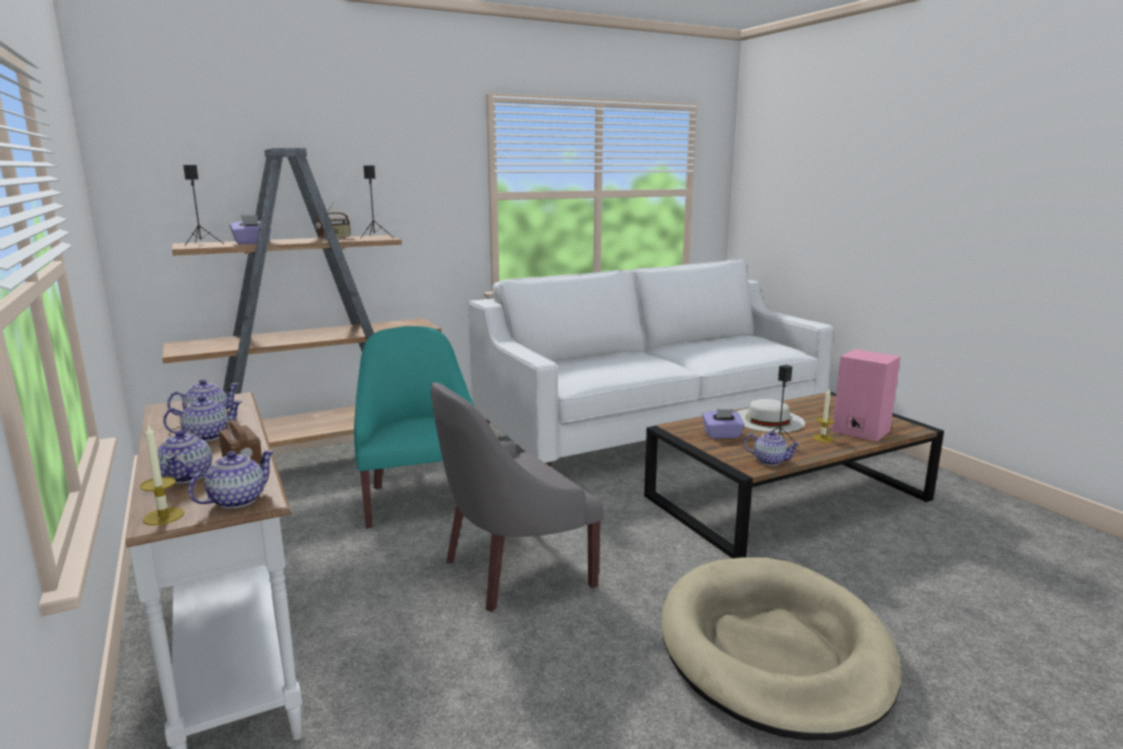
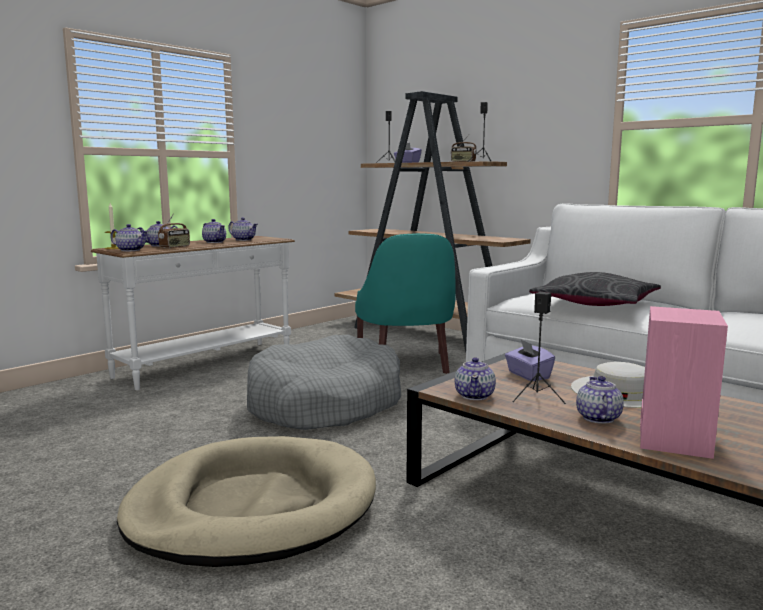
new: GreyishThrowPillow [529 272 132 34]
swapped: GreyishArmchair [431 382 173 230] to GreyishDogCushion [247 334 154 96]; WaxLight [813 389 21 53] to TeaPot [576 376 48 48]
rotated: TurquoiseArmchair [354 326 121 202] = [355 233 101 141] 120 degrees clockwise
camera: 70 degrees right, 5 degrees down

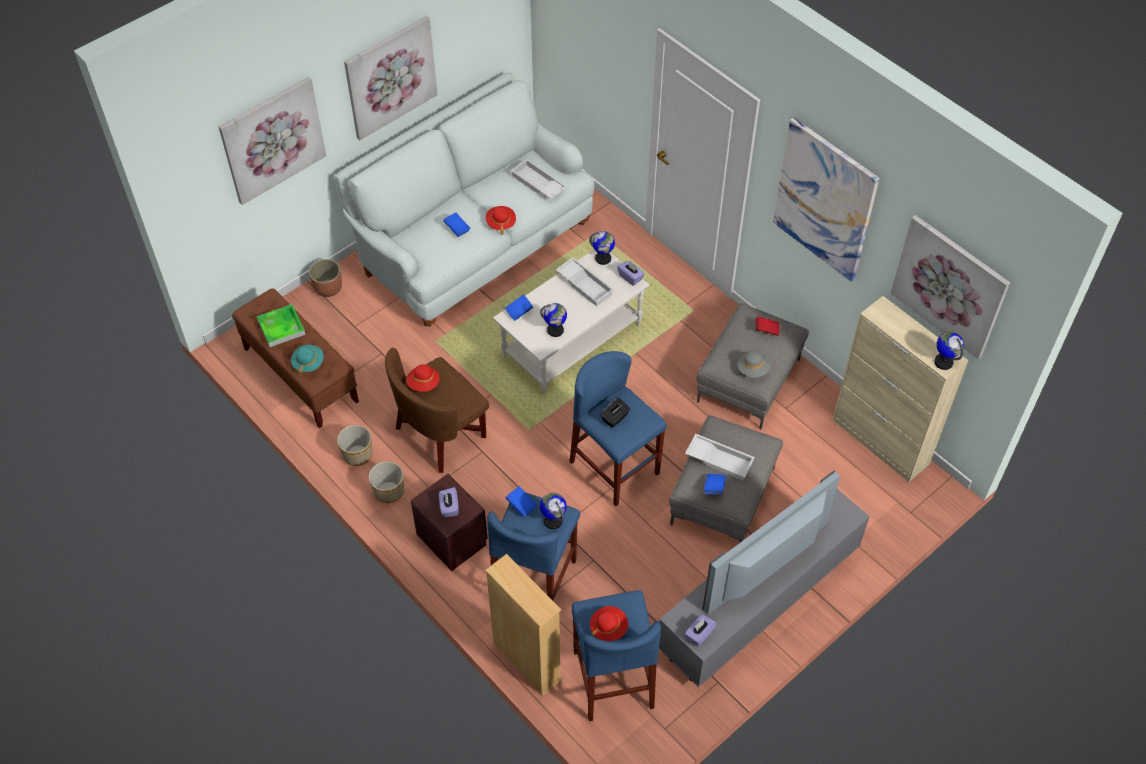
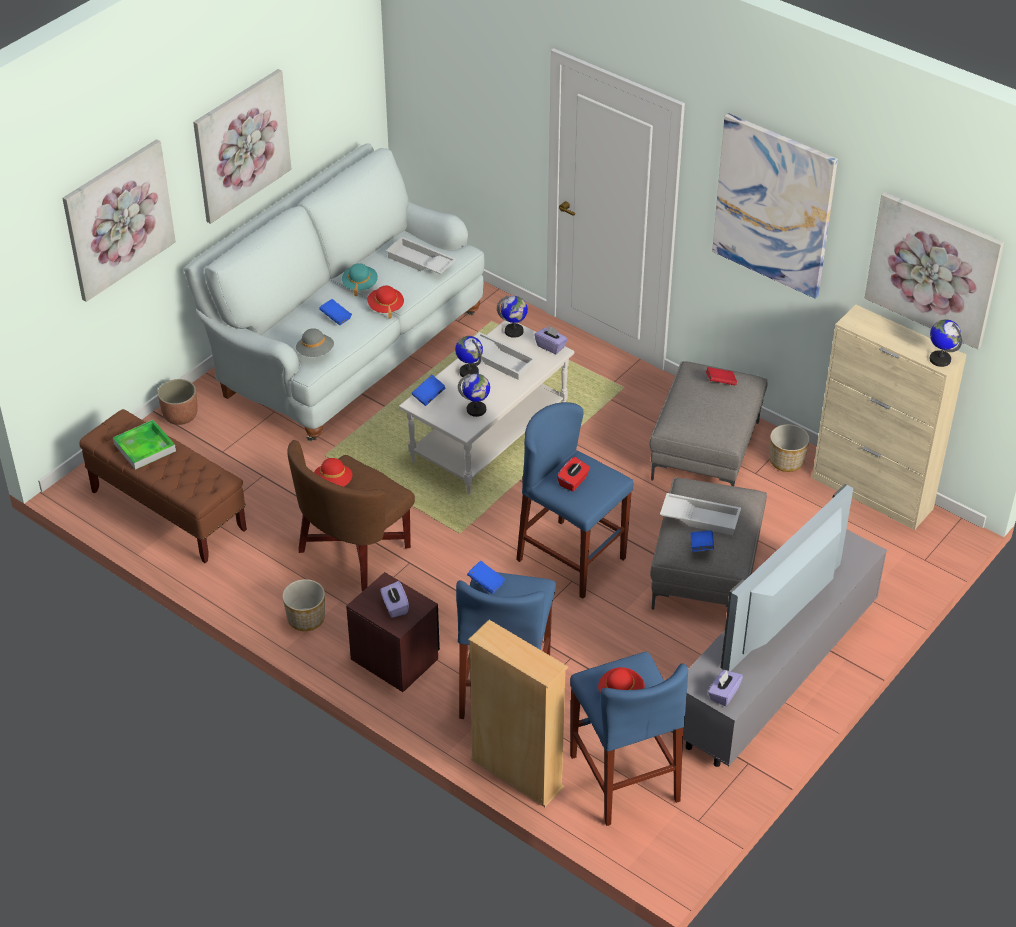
shifted: TurquoiseWearableHat [291 345 33 31] to [342 263 36 34]; GreyishWearableHat [737 351 34 27] to [296 328 38 29]; Planter [337 425 36 41] to [770 424 40 48]; DeskGlobe [540 493 27 36] to [455 336 28 41]
repainted: BlackishTissueHolder [601 398 29 30] to RedTissueHolder [557 457 33 35]
camera: 10 degrees left, 10 degrees down

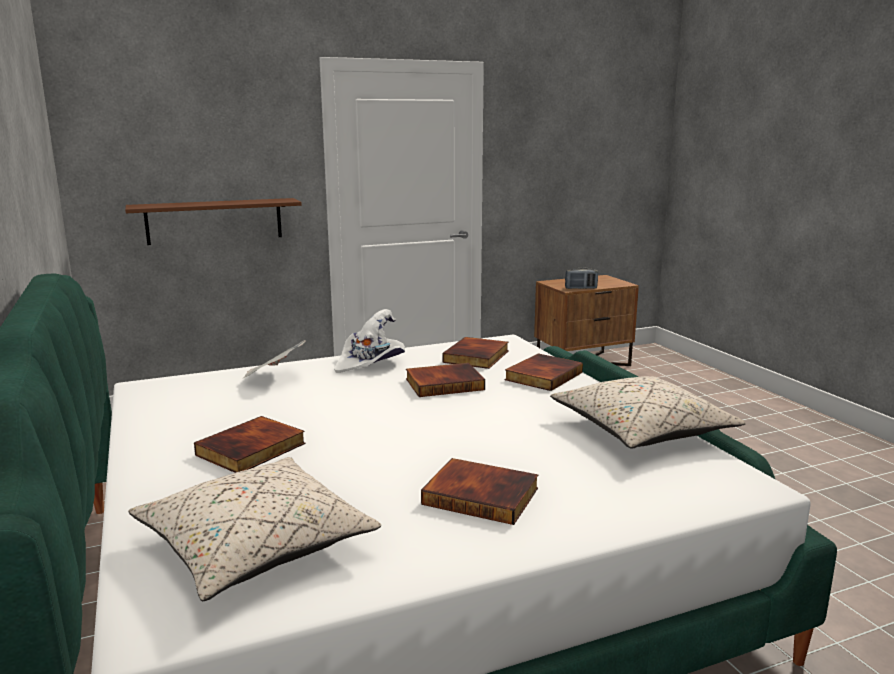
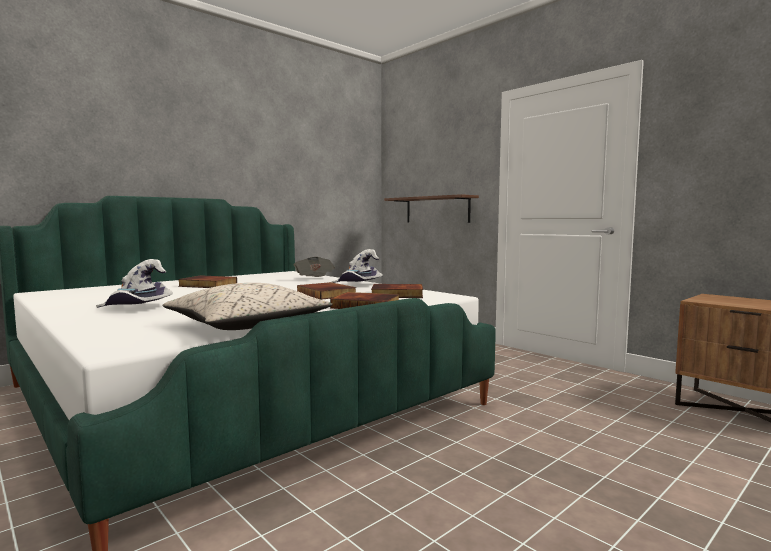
gone: RadioReceiver [565 268 33 21]; SandColouredThrowPillow [128 457 253 144]
swapped: BoundBook [421 458 117 67] to WhitishWearableHat [96 259 77 49]
camera: 70 degrees right, 10 degrees down

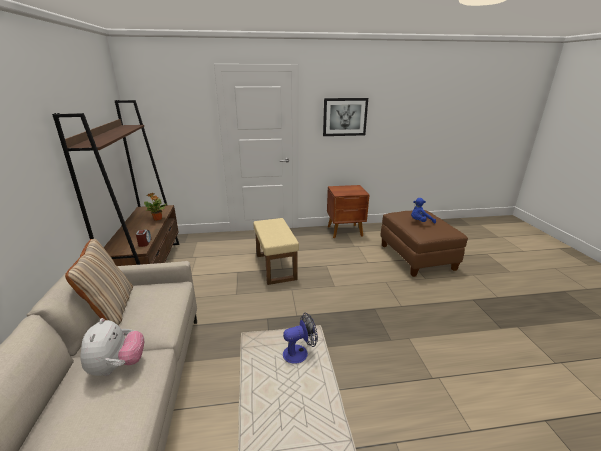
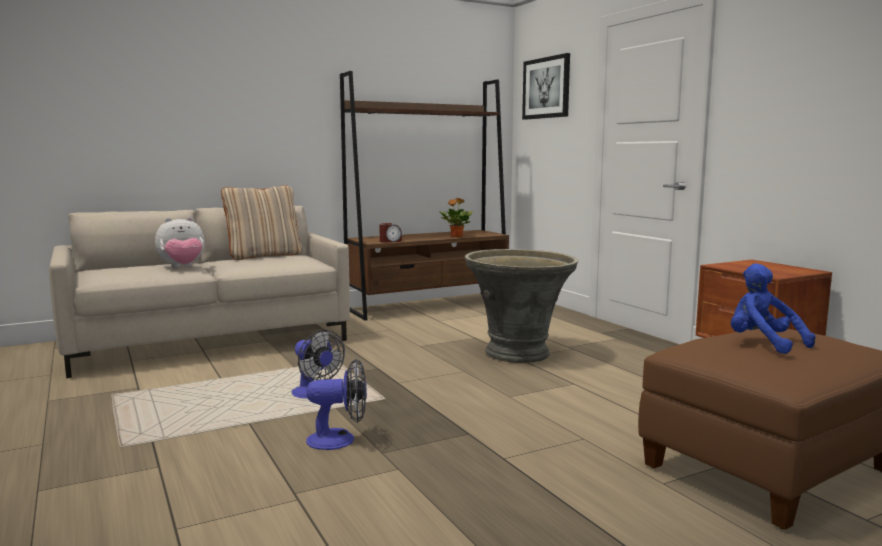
new: Fan [306 359 61 91]
shifted: Picture [323 98 45 38] to [522 53 48 67]
swapped: SandColouredOttoman [253 218 46 67] to GreyishPlanter [465 249 113 114]
camera: 70 degrees right, 15 degrees down

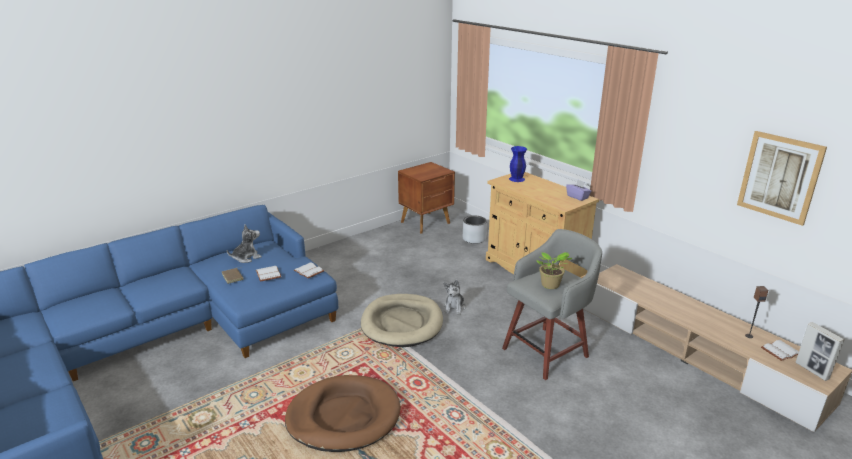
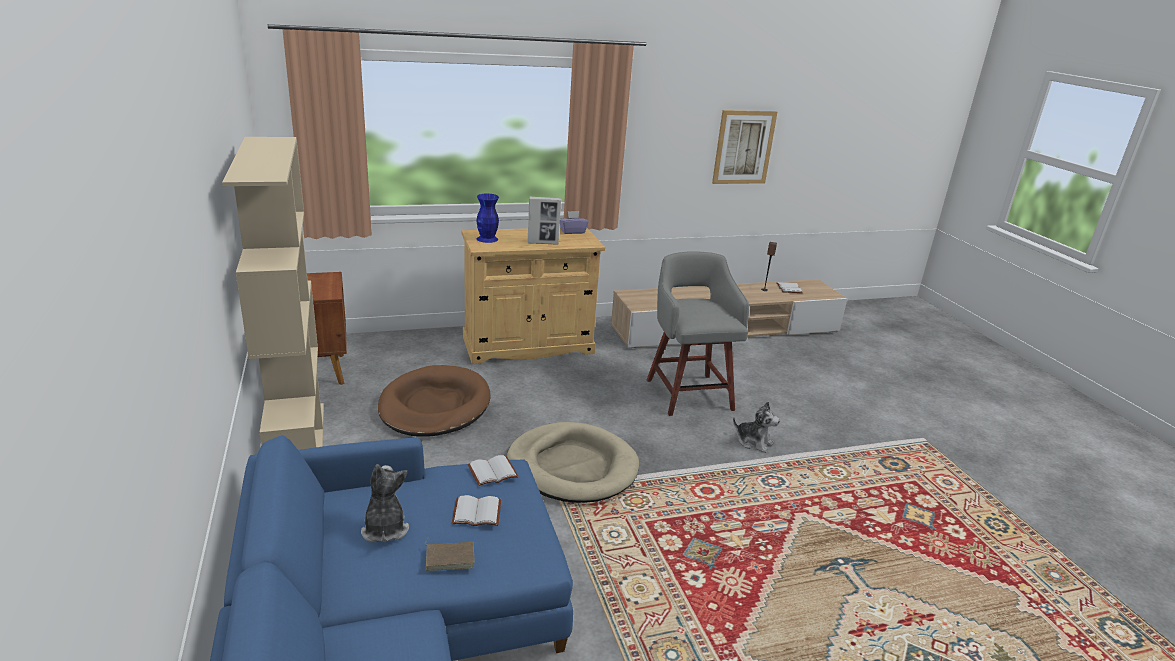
gone: GreyishPlanter [463 215 24 29]; PlantInAPot [536 252 37 37]
new: SandColouredShelvingUnit [222 137 102 313]
shifted: PlushToy [443 280 23 35] to [733 401 47 52]; StandingFrame [795 322 50 59] to [528 196 33 49]; BrownishDogCushion [285 375 116 77] to [378 365 113 72]
camera: 70 degrees left, 0 degrees up

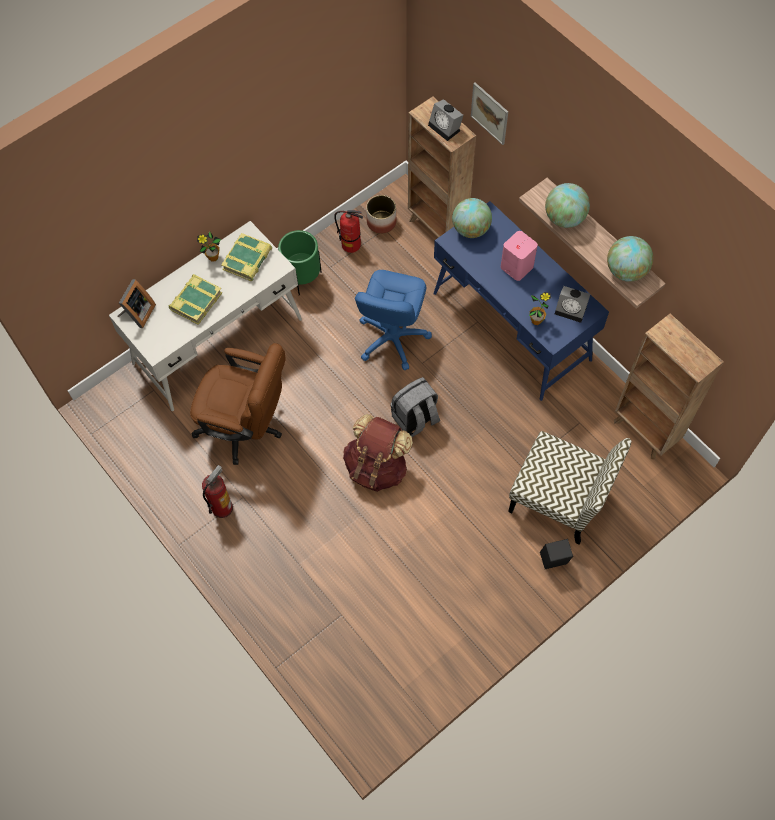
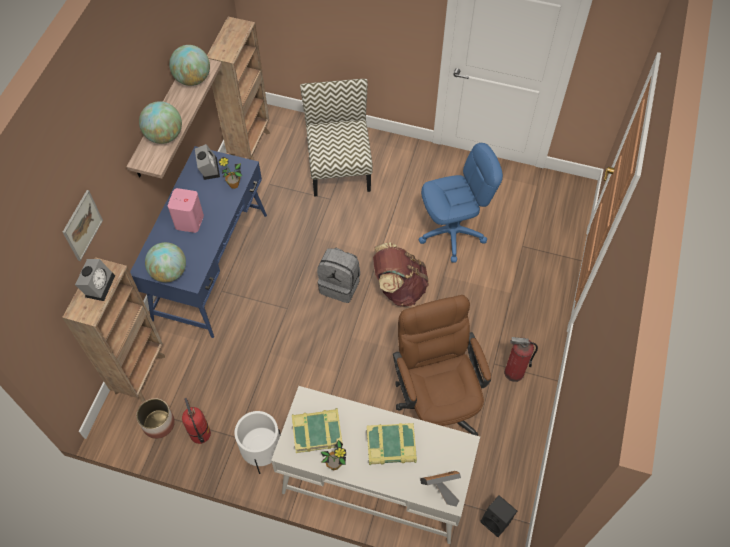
shifted: BlueComputerChair [355 270 77 100] to [419 143 84 120]; BlackishAudioSpeaker [540 539 33 30] to [480 495 37 42]
repainted: GreenPlanter [278 230 44 66] to WhitishPlanter [234 411 47 63]
camera: 125 degrees left, 5 degrees down

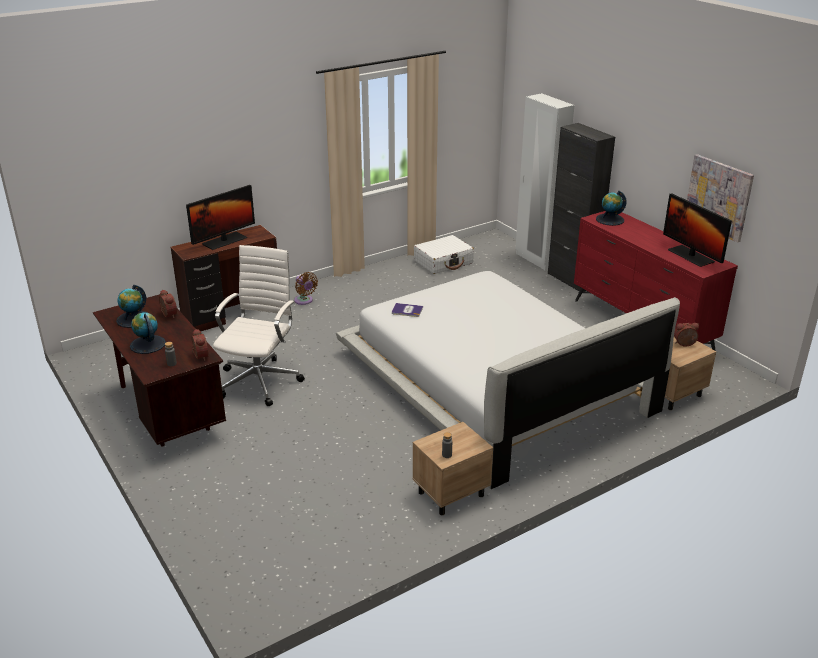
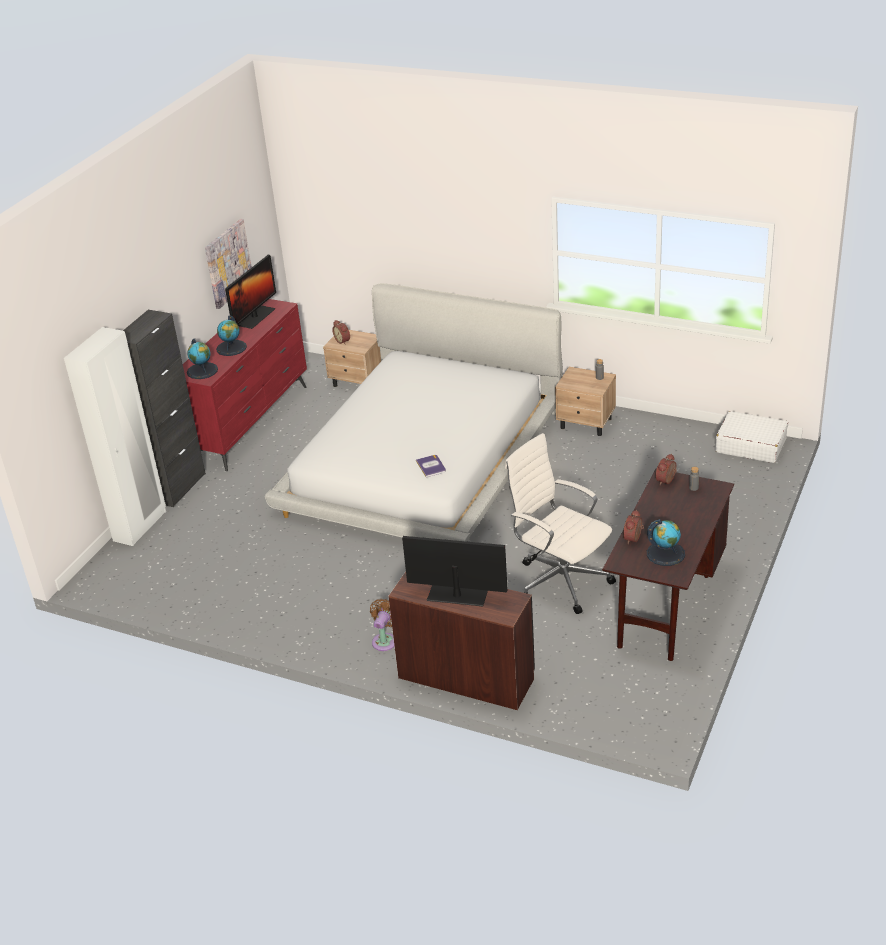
shifted: WhitishTravelCase [414 235 60 39] to [716 411 72 52]; DeskGlobe [130 312 36 42] to [216 316 31 40]
rotated: WhitishComputerChair [213 245 92 161] = [505 433 111 181] 60 degrees clockwise
camera: 120 degrees left, 5 degrees up

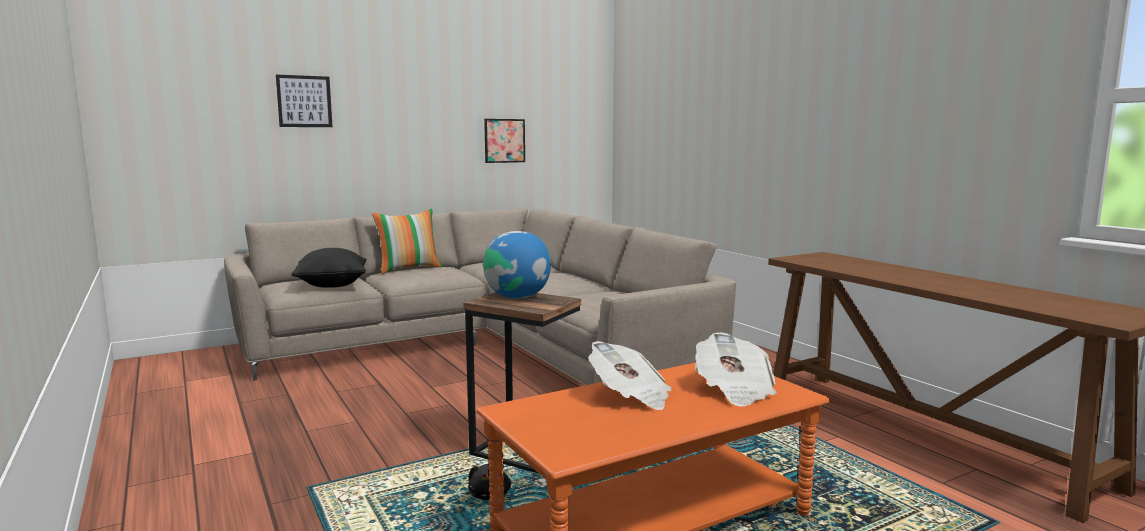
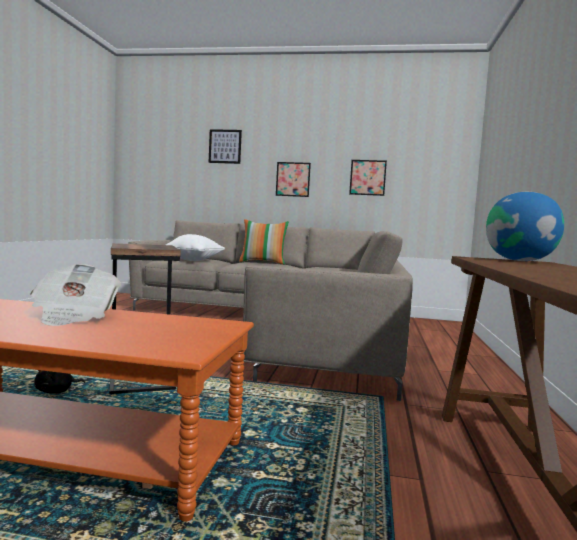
gone: DailyPaper [695 333 82 74]
new: Picture [276 162 35 35]
shifted: DeskGlobe [483 231 68 68] to [486 192 78 69]
repainted: BlackishThrowPillow [291 248 75 40] to WhitishThrowPillow [166 234 59 27]
camera: 40 degrees right, 5 degrees down

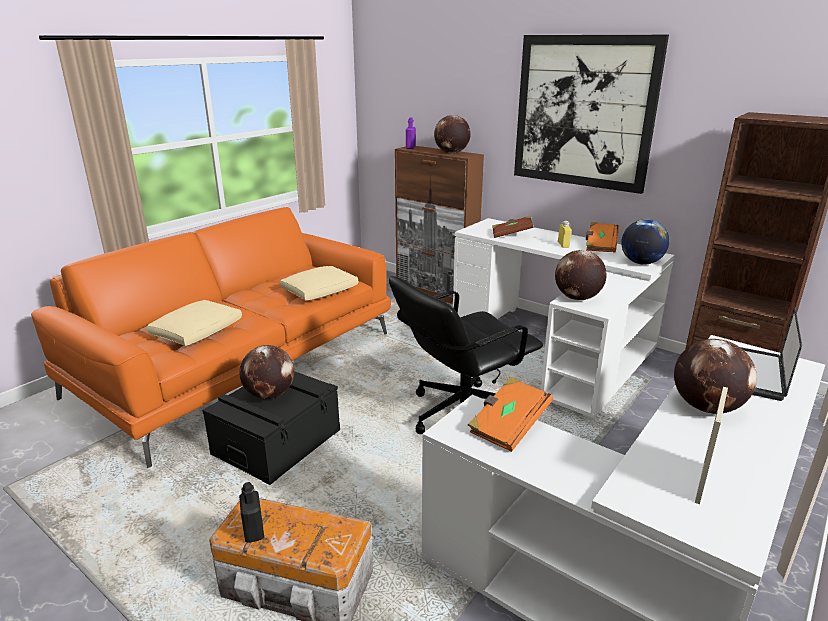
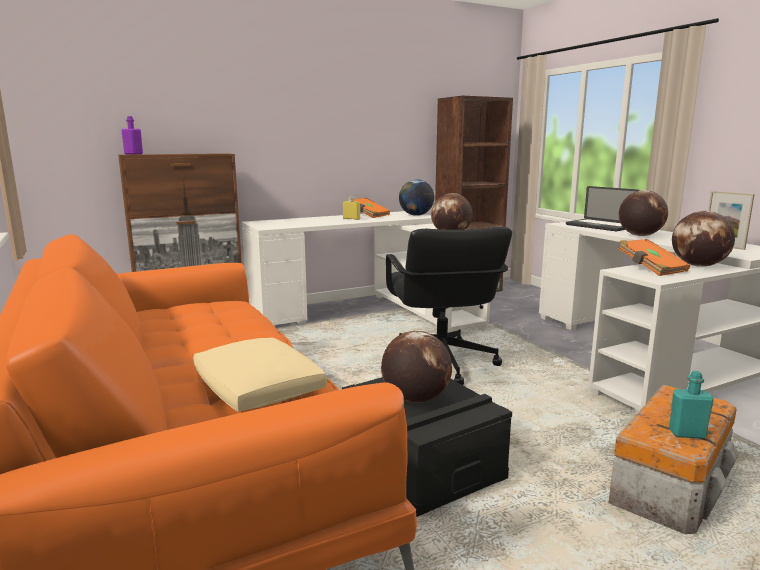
gone: Picture [514 35 155 159]; BrownishBoundBook [492 215 42 23]; SandColouredThrowPillow [280 266 78 35]
shifted: DeskGlobe [434 115 37 39] to [672 211 63 56]
repainted: BlackishBeverageBottle [239 482 25 61] to TurquoiseBeverageBottle [669 371 45 68]
camera: 65 degrees left, 10 degrees down

